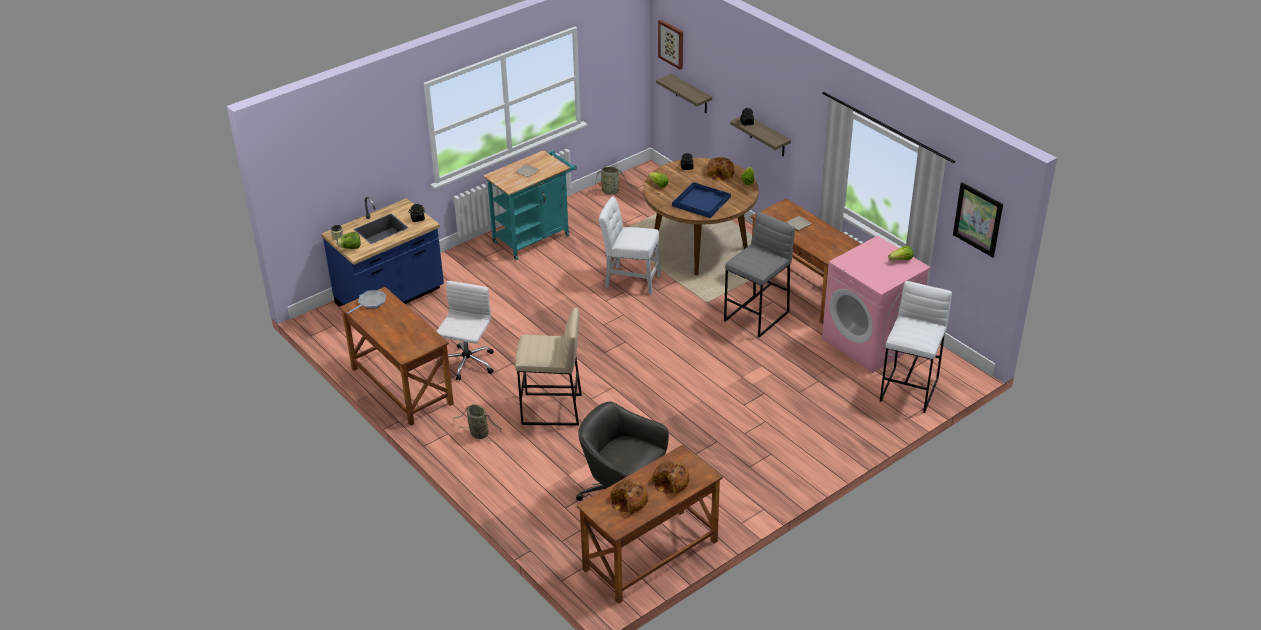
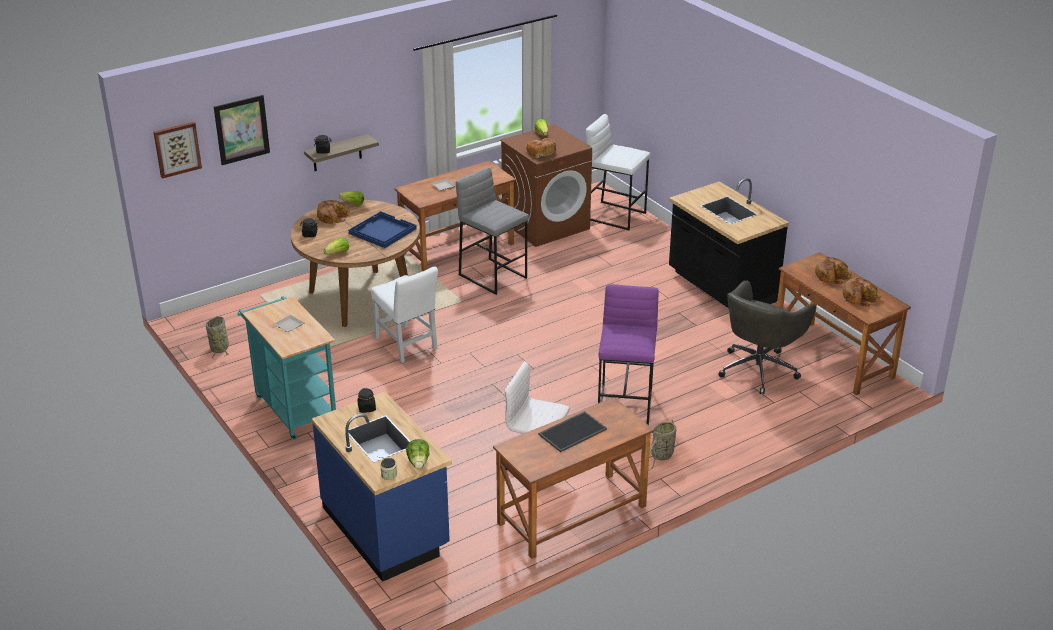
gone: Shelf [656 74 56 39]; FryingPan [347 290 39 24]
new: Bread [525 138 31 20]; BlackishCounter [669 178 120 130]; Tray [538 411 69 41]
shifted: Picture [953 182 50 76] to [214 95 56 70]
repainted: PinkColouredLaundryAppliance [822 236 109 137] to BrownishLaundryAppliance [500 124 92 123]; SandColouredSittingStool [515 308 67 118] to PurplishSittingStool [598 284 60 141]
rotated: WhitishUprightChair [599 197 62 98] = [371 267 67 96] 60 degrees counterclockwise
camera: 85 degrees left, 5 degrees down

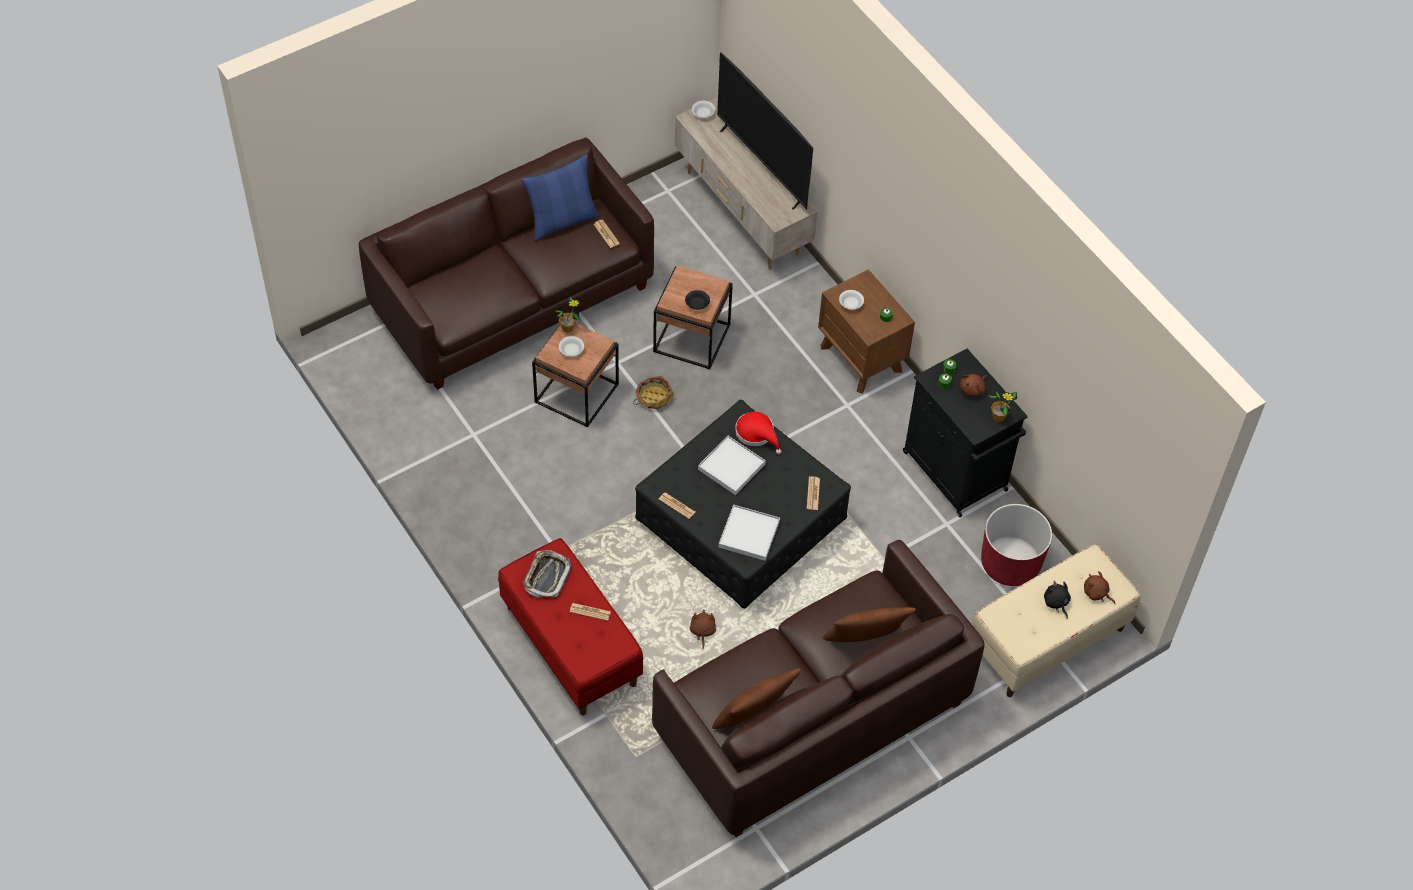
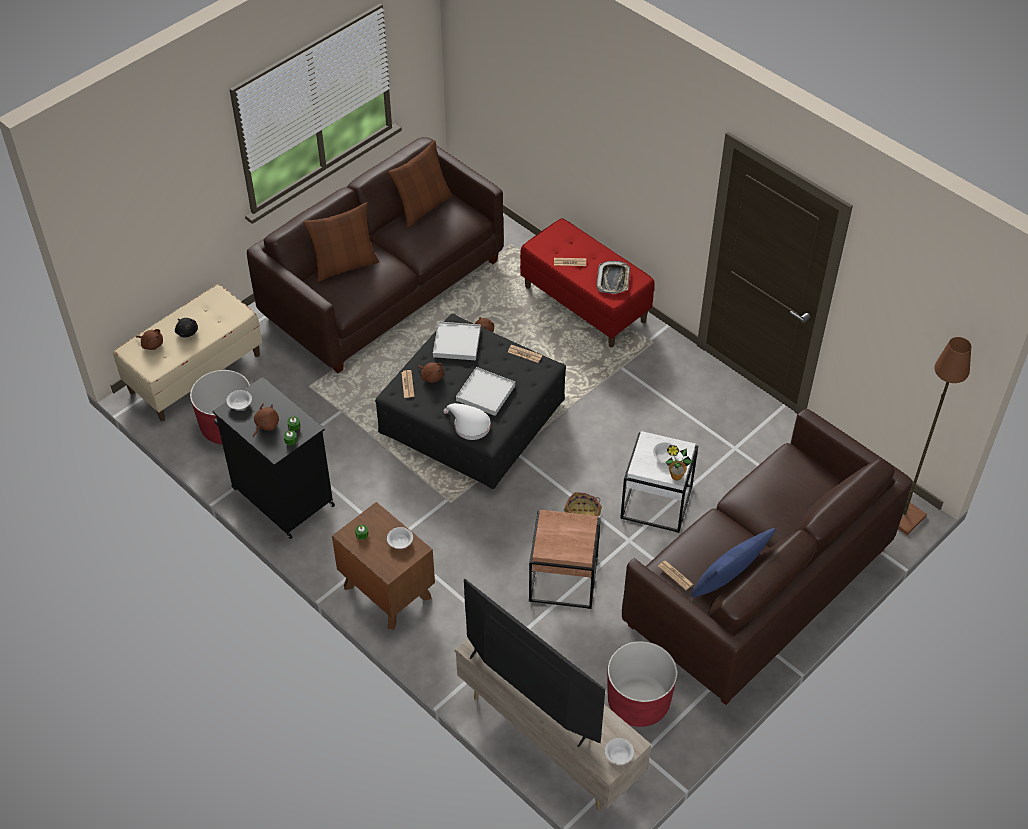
gone: BlackishDeepDish [685 290 25 20]
new: BrownishFloorLamp [898 337 73 198]; BrownishPlushToy [417 362 27 21]; RedPlanter [607 641 70 86]
swapped: PlantInAPot [988 392 29 30] to WhitishDeepDish [226 390 26 20]
repainted: BrownishEndTable [532 323 87 105] to WhitishEndTable [620 431 78 102]; RedWearableHat [735 412 47 42] to WhitishWearableHat [443 403 48 37]
camera: 170 degrees right, 5 degrees down

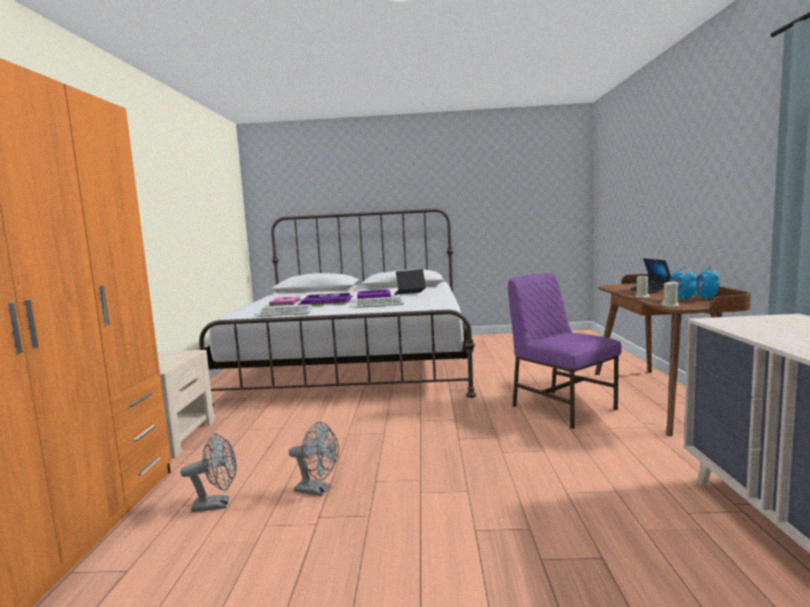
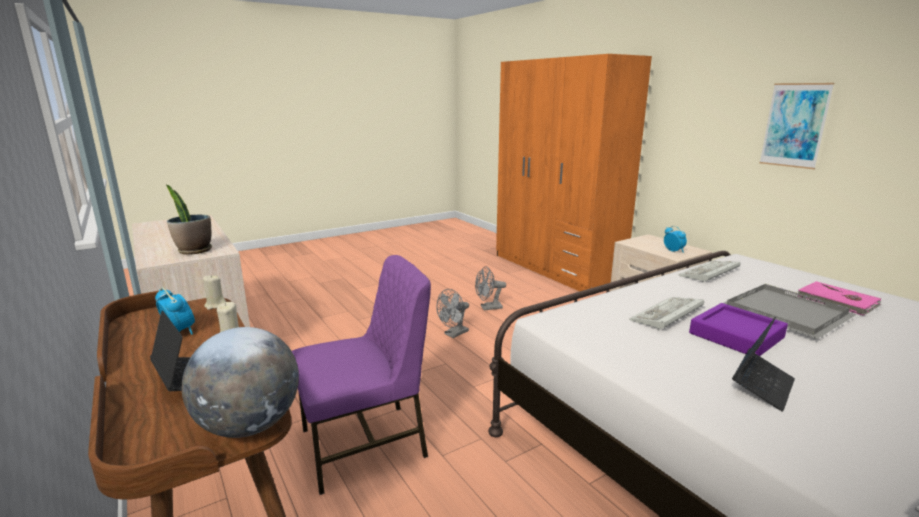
new: Picture [759 83 75 86]; PlantInAPot [166 185 46 70]; DeskGlobe [182 327 117 111]
shifted: AlarmClock [695 266 25 34] to [664 226 23 27]; GreyishFan [180 433 57 80] to [436 289 33 49]
repainted: PurplishTray [298 293 55 13] to GreyishTray [724 284 133 55]
rotated: PurplishUprightChair [508 273 114 156] = [292 255 139 240] 45 degrees counterclockwise
camera: 145 degrees right, 10 degrees up

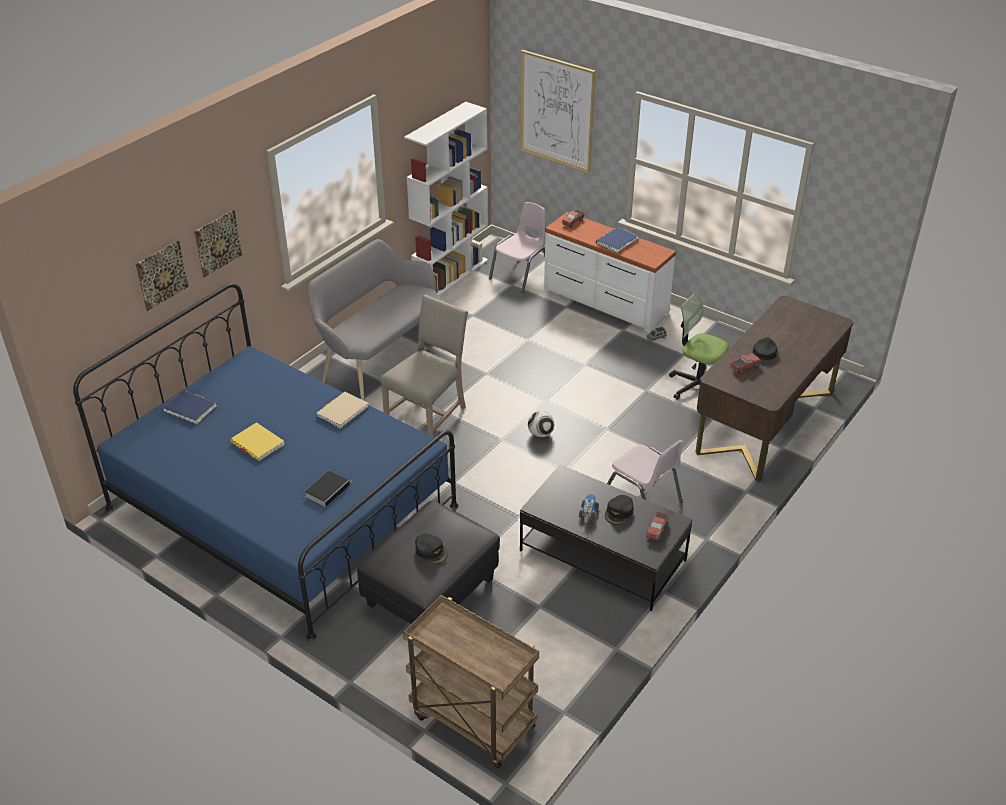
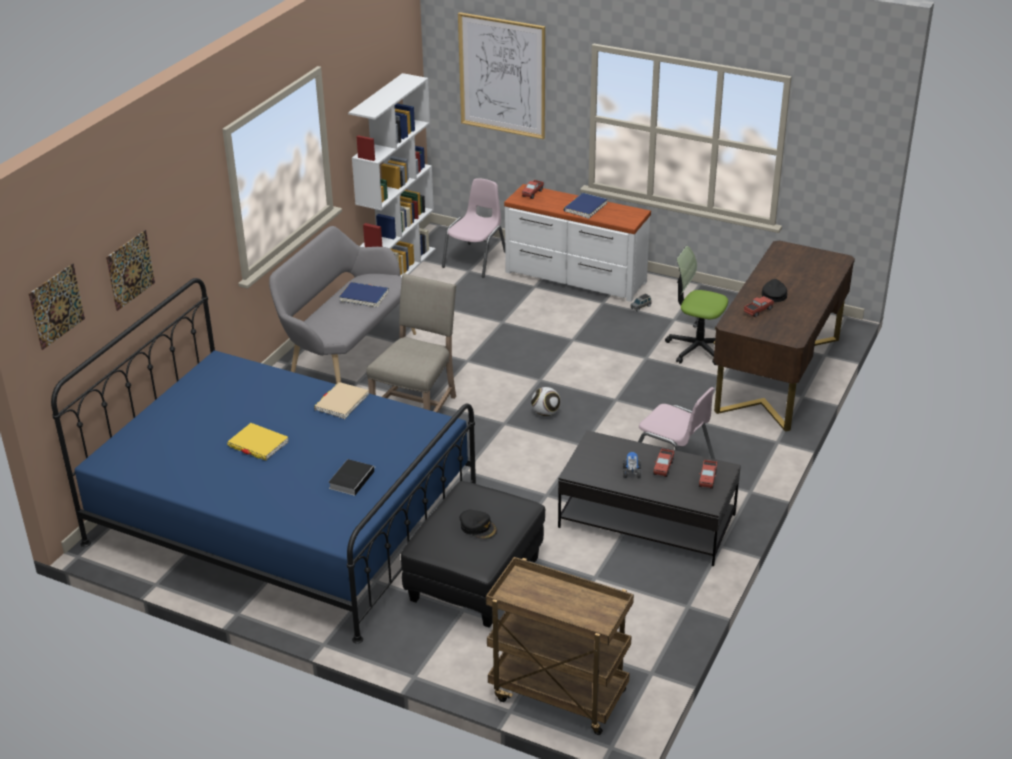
shifted: Picture [194 210 48 67] to [28 263 57 87]; BlueBoundBook [163 391 54 33] to [339 282 50 26]
swapped: BlackishPeakedCap [605 495 29 30] to ModelTruck [653 448 21 29]
camera: 10 degrees left, 5 degrees down

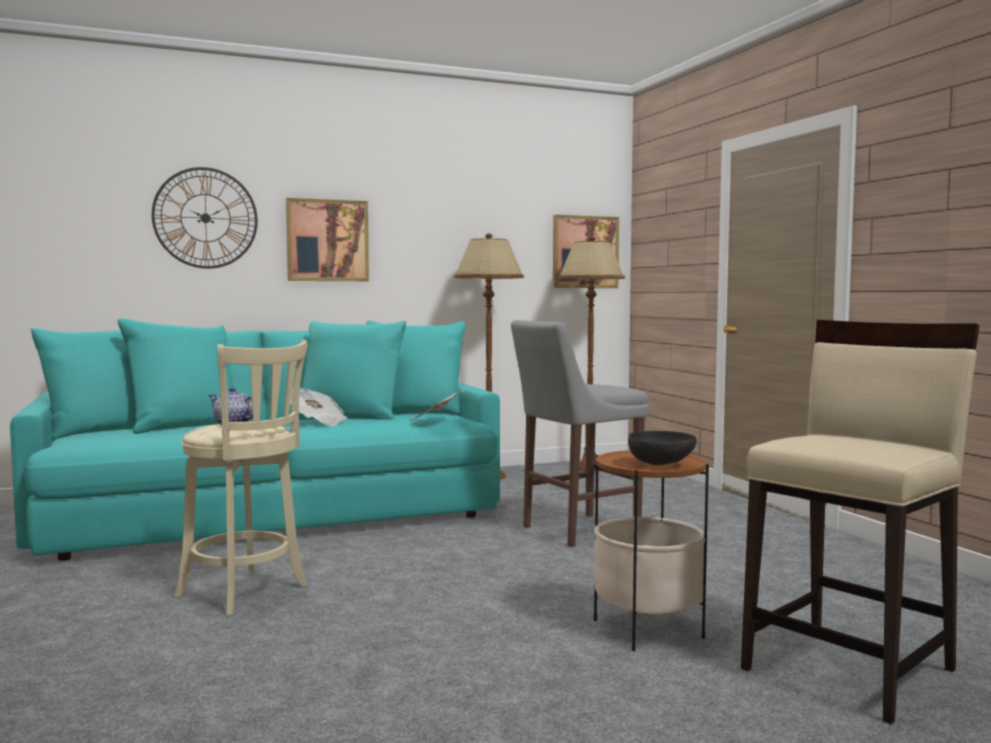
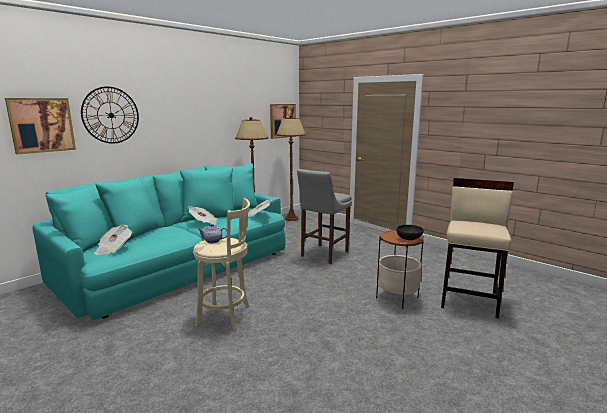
new: DailyPaper [94 225 38 30]
shifted: Picture [286 198 83 83] to [5 98 71 56]
camera: 25 degrees left, 10 degrees up

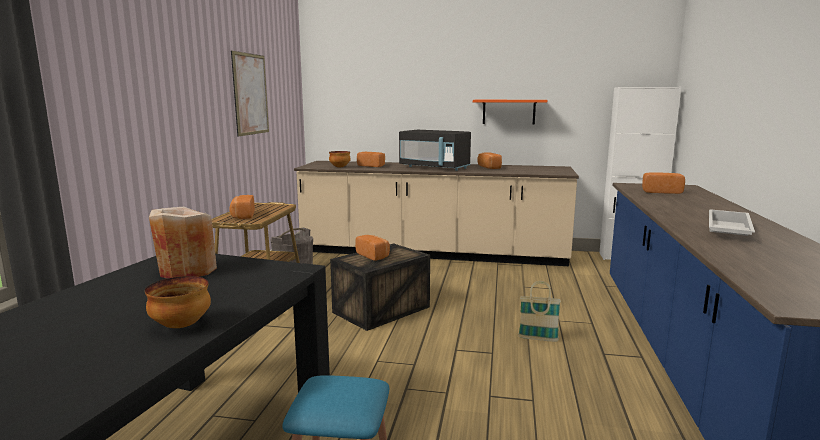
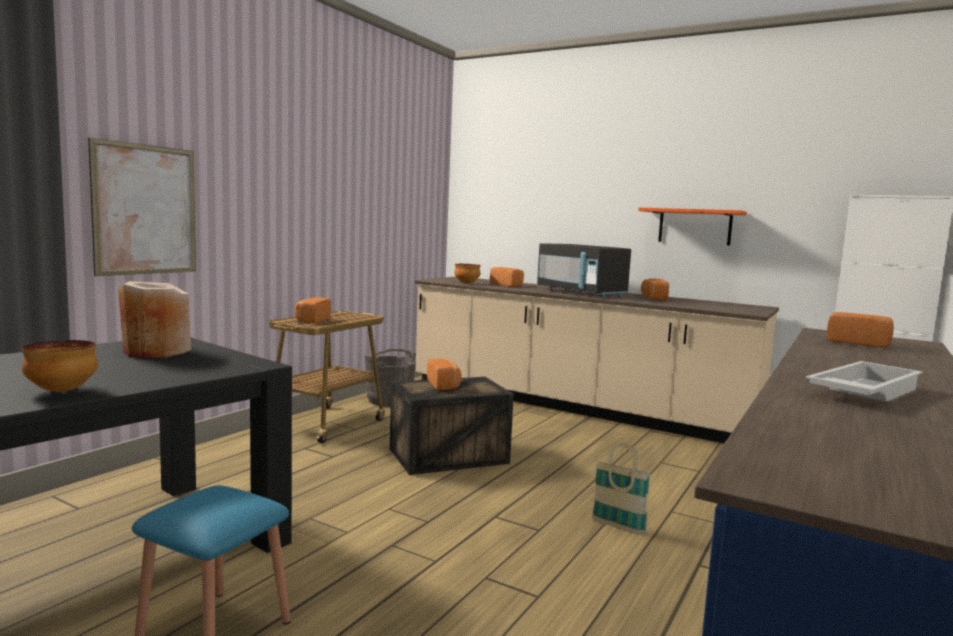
shifted: Picture [231 51 38 86] to [88 137 108 139]
camera: 20 degrees right, 5 degrees down

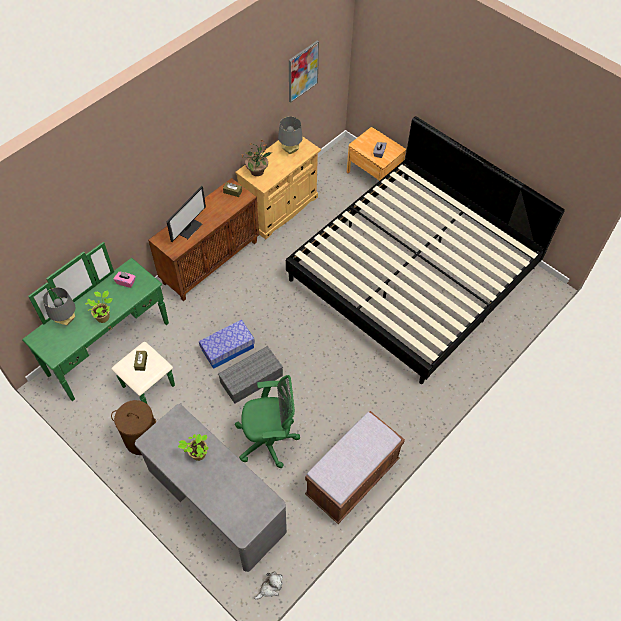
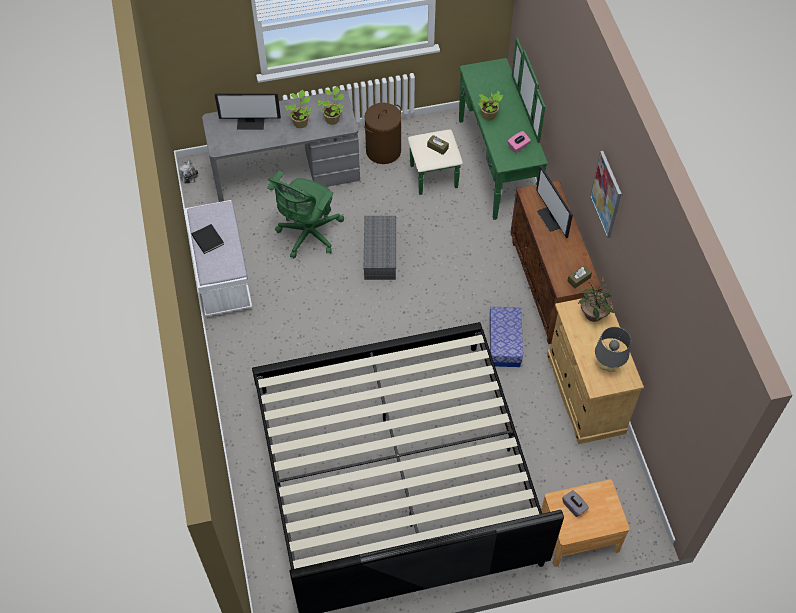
gone: GreyishTabletopLamp [43 287 32 38]
new: PlantInAPot [318 86 26 39]; Monitor [214 93 67 37]; BlackishBoundBook [191 224 33 30]
shifted: Picture [289 40 30 63] to [590 151 32 87]; StorageBin [199 320 56 49] to [490 307 33 60]
repainted: BrownishIndoorBench [305 411 100 113] to WhitishIndoorBench [185 200 67 117]
camera: 125 degrees right, 0 degrees up

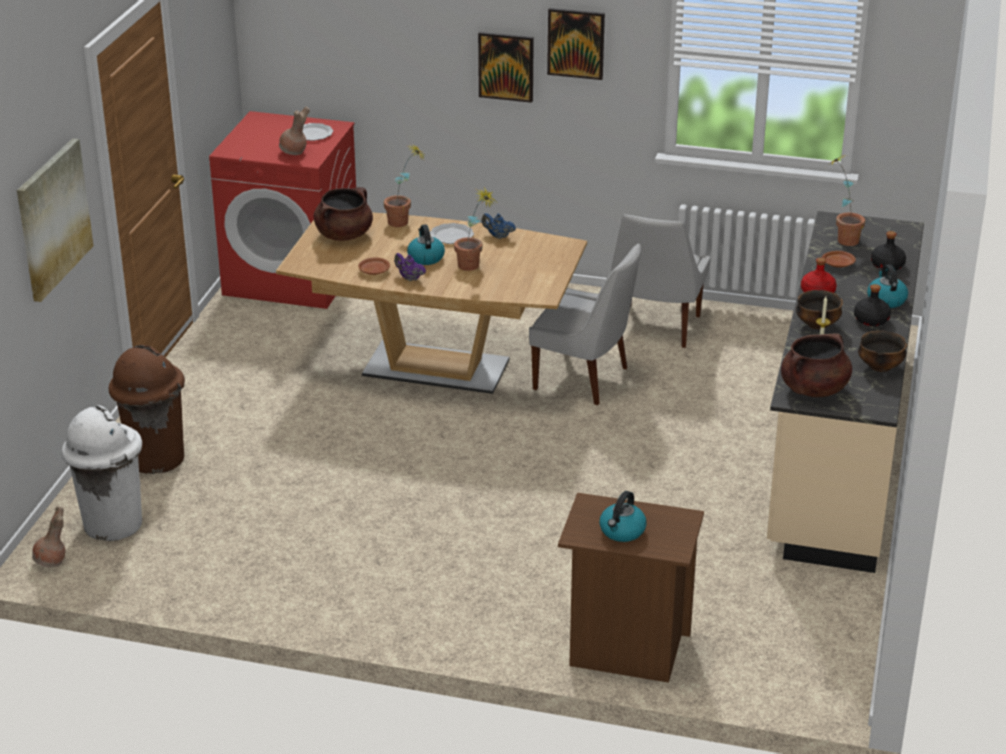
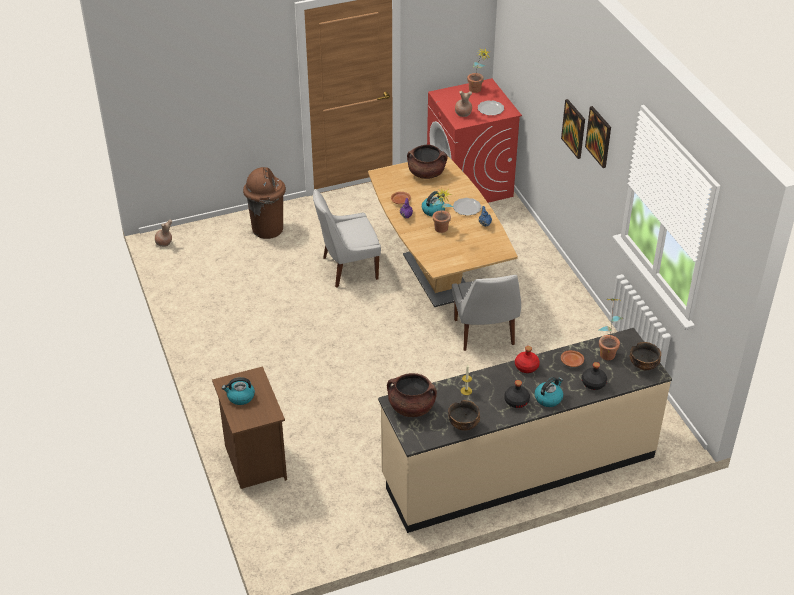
gone: Picture [17 138 76 164]; WhitishWasteBin [62 405 80 136]
shifted: PlantInAPot [384 144 42 83] to [467 48 23 45]; WhitishUprightChair [611 214 100 134] to [313 189 68 99]; DeepDish [796 290 47 40] to [630 342 31 28]
camera: 55 degrees right, 10 degrees up

